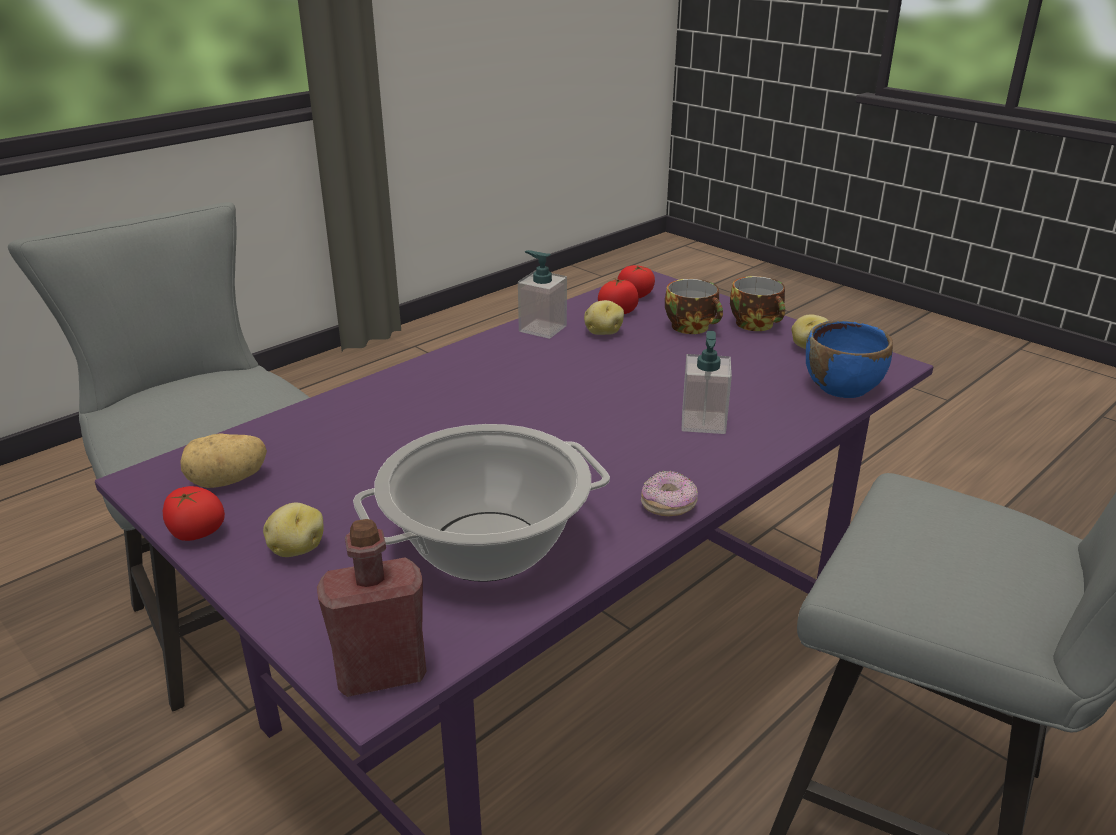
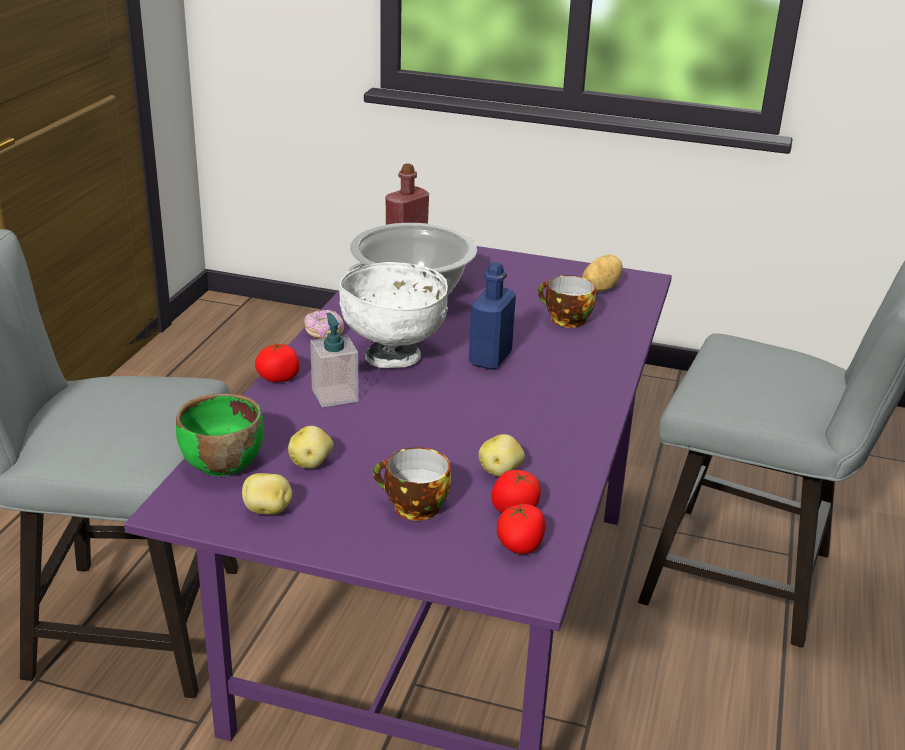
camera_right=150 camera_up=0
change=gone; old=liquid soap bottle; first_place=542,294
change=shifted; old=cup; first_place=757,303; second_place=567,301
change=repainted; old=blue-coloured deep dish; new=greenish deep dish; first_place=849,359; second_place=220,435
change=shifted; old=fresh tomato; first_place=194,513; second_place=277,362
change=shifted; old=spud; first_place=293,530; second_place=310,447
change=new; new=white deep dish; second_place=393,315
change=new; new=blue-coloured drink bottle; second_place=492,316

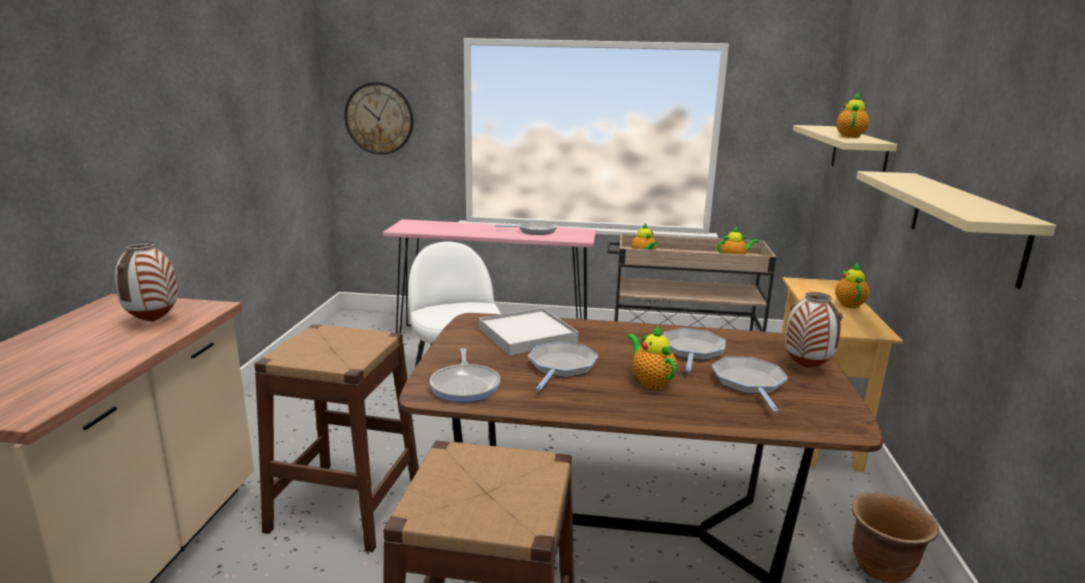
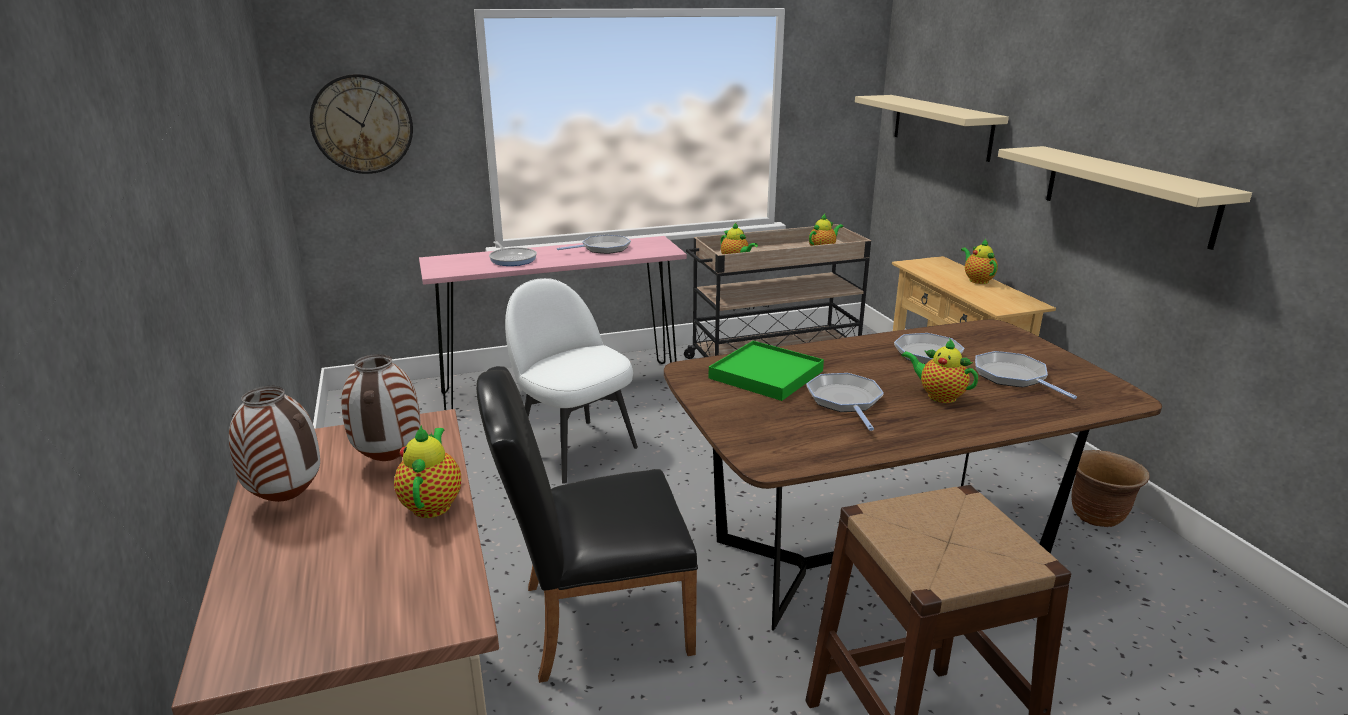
camera_right=-25 camera_up=5
change=shifted; old=pot for tea; first_place=852,115; second_place=427,471
change=shifted; old=vase; first_place=813,330; second_place=274,444
change=repainted; old=white serving tray; new=greenish serving tray; first_place=528,331; second_place=766,371
change=swapped; old=brownish stool; new=blackish upright chair; first_place=336,438; second_place=587,524
change=shifted; old=frying pan; first_place=465,375; second_place=513,253

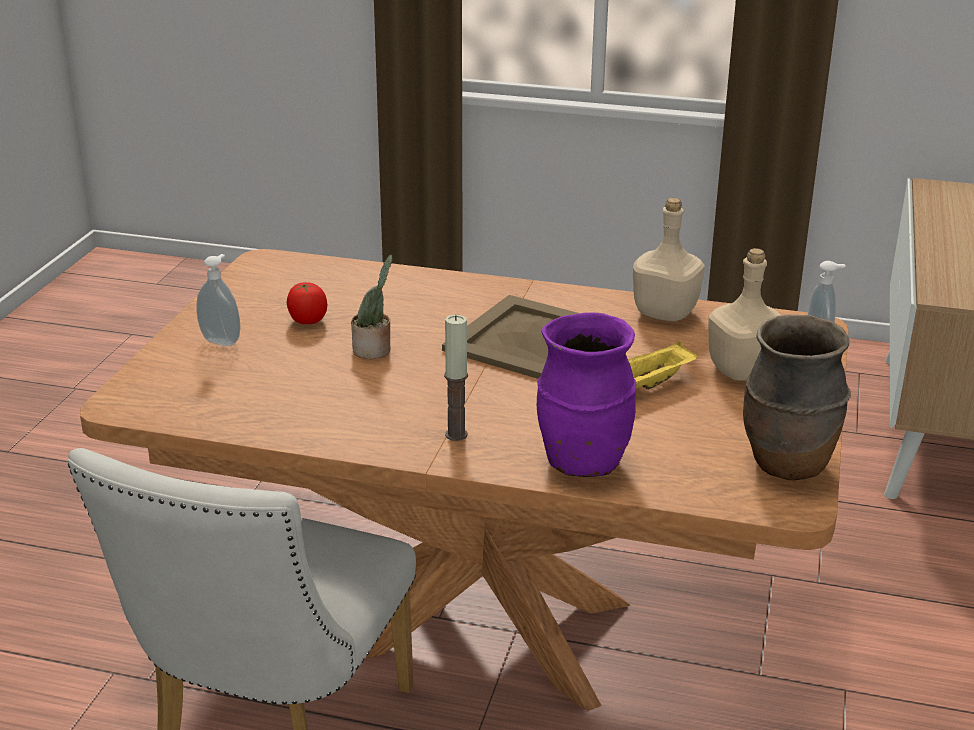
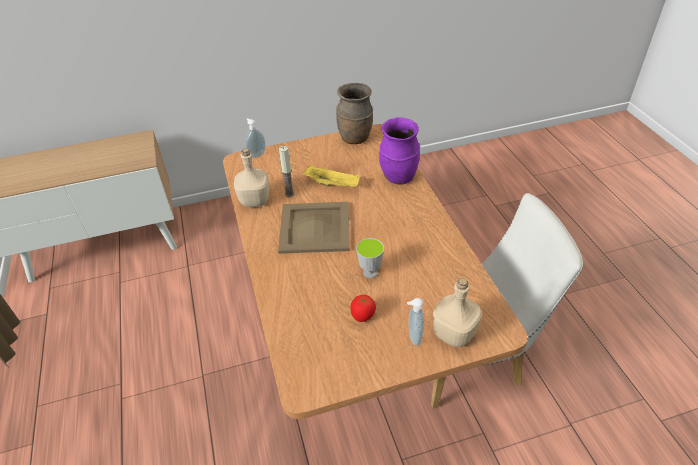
camera_right=-120 camera_up=15
change=shifted; old=beige drink bottle; first_place=744,314; second_place=457,312
change=swapped; old=houseplant; new=cup; first_place=372,307; second_place=370,258
change=shifted; old=candle; first_place=456,377; second_place=287,171

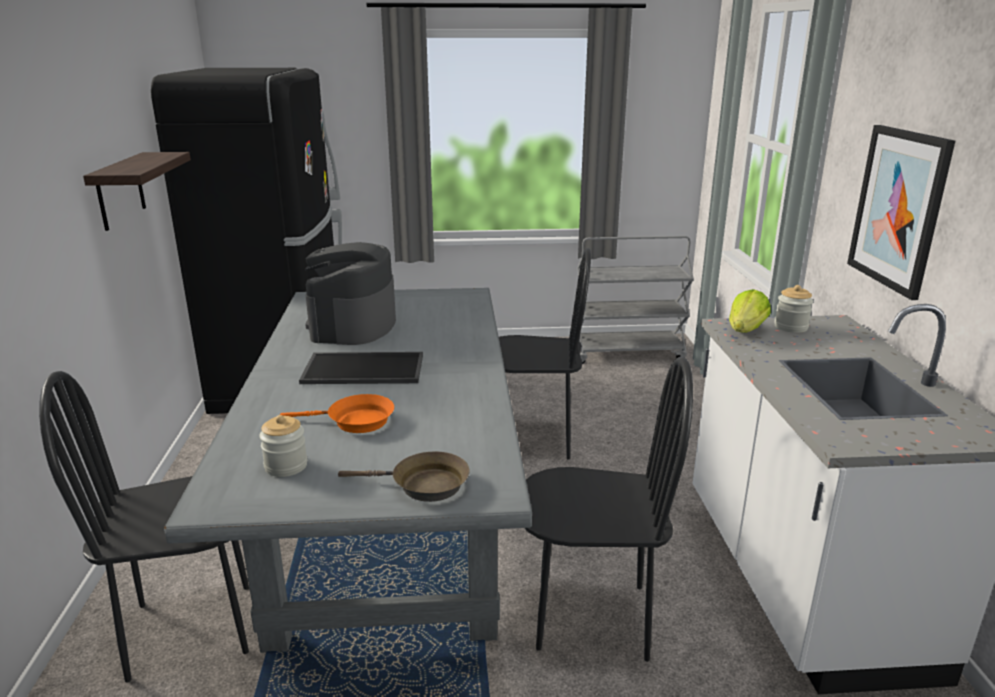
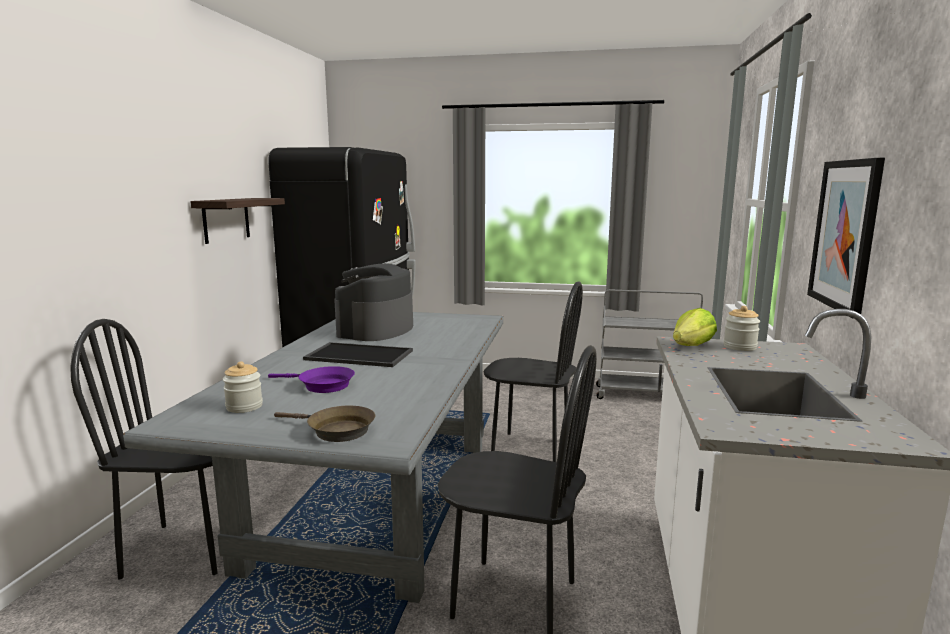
camera_right=15 camera_up=-10
change=repainted; old=orangey frying pan; new=purple-coloured frying pan; first_place=337,413; second_place=311,379

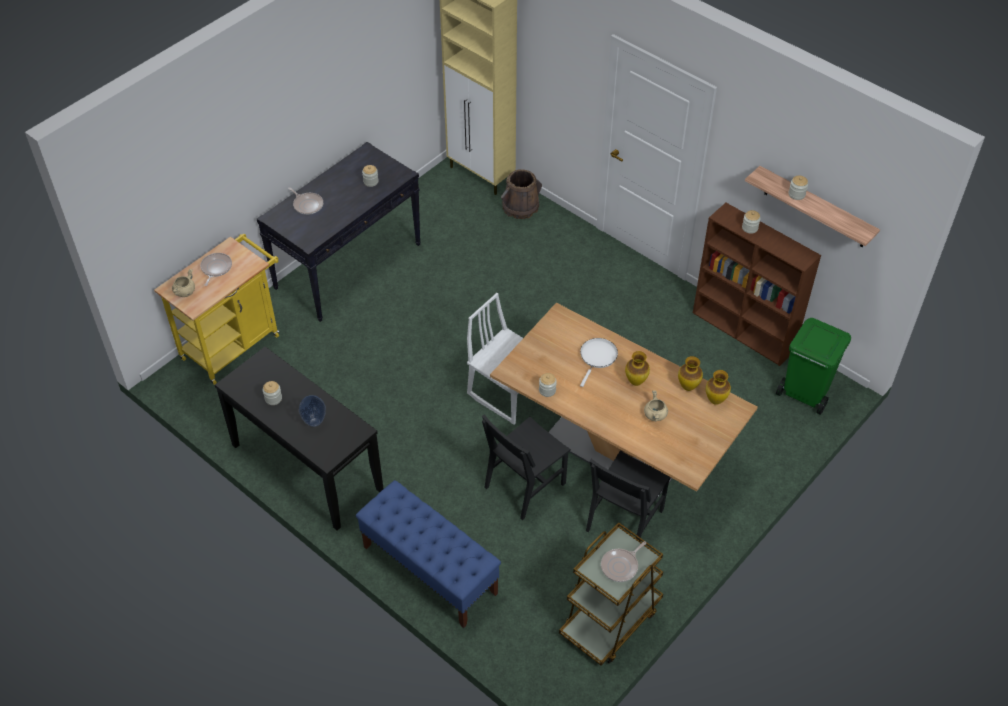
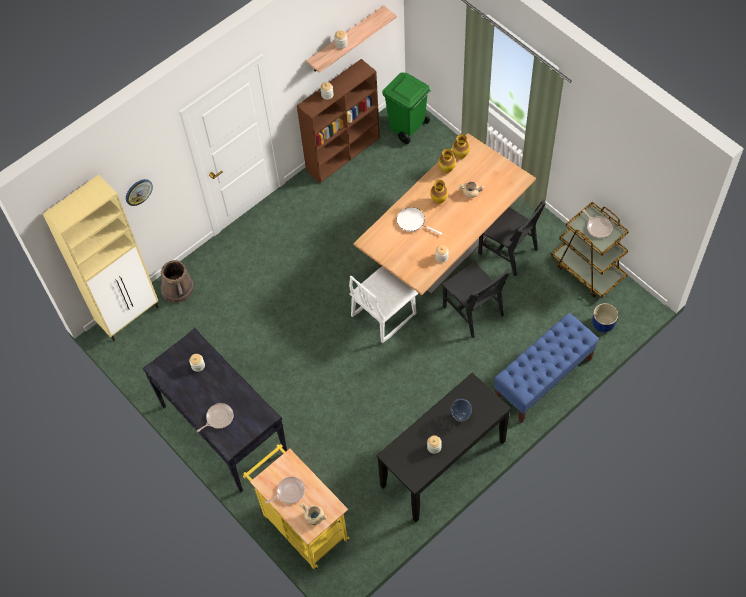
camera_right=-80 camera_up=10
change=rotated; old=frying pan; first_place=216,269; second_place=285,490; degrees=135
change=new; new=clock on the wall; second_place=139,192
change=new; new=blue-coloured plant pot; second_place=605,318

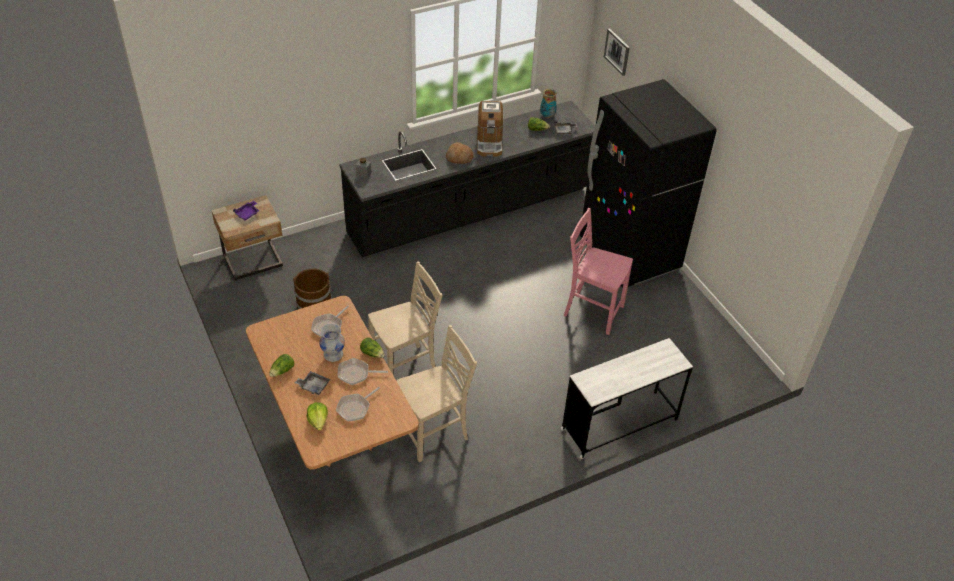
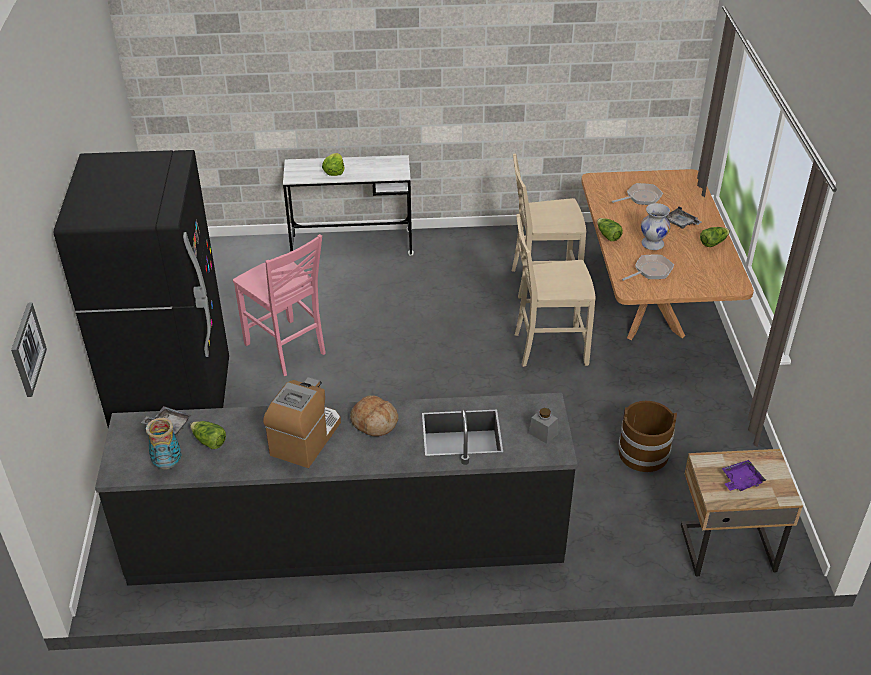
camera_right=-155 camera_up=-5
change=gone; old=frying pan; first_place=363,371
change=shifted; old=lettuce; first_place=317,416; second_place=333,164

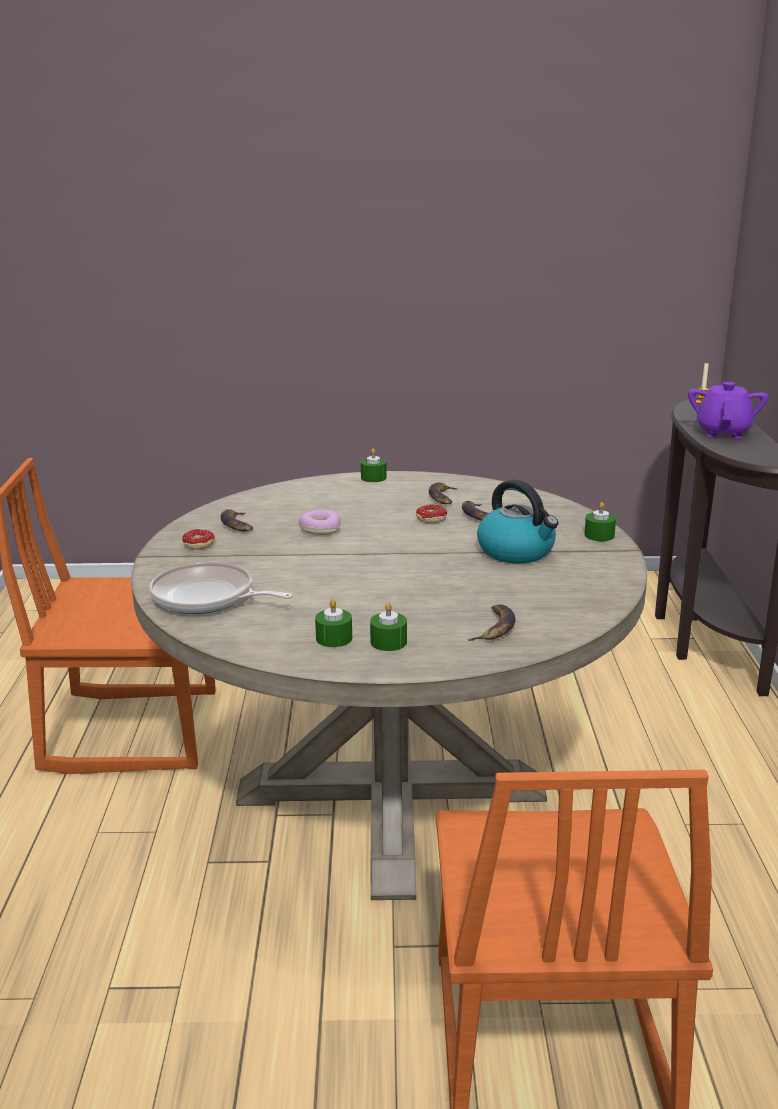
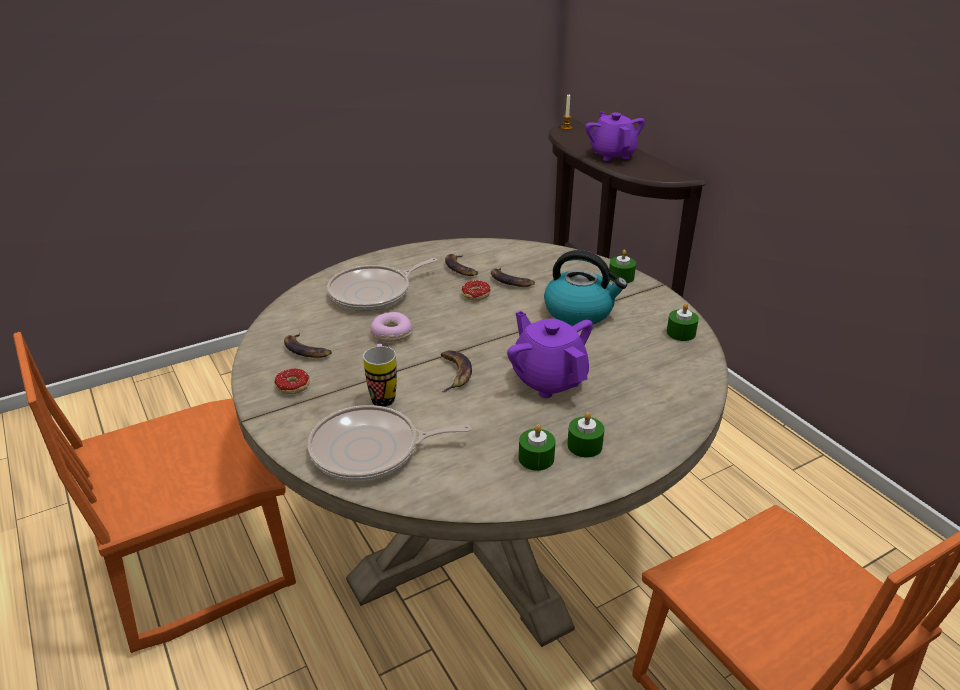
camera_right=-30 camera_up=10
change=shifted; old=greenish candle; first_place=374,465; second_place=683,322
change=shifted; old=banana; first_place=491,622; second_place=456,371
change=new; new=frying pan; second_place=382,284
change=new; new=purple-coloured pot for tea; second_place=550,354
change=new; new=coffee mug; second_place=380,375

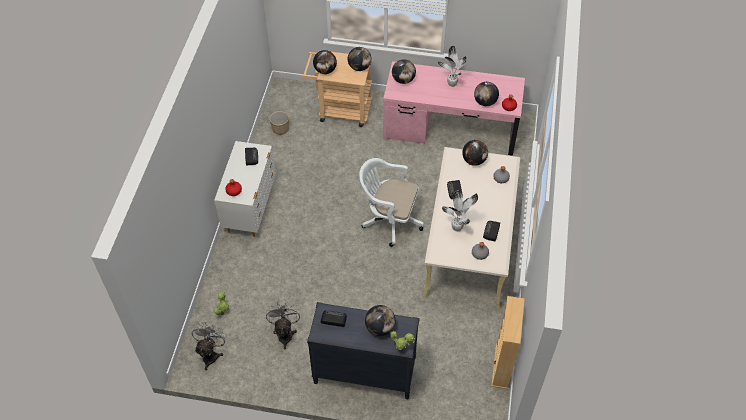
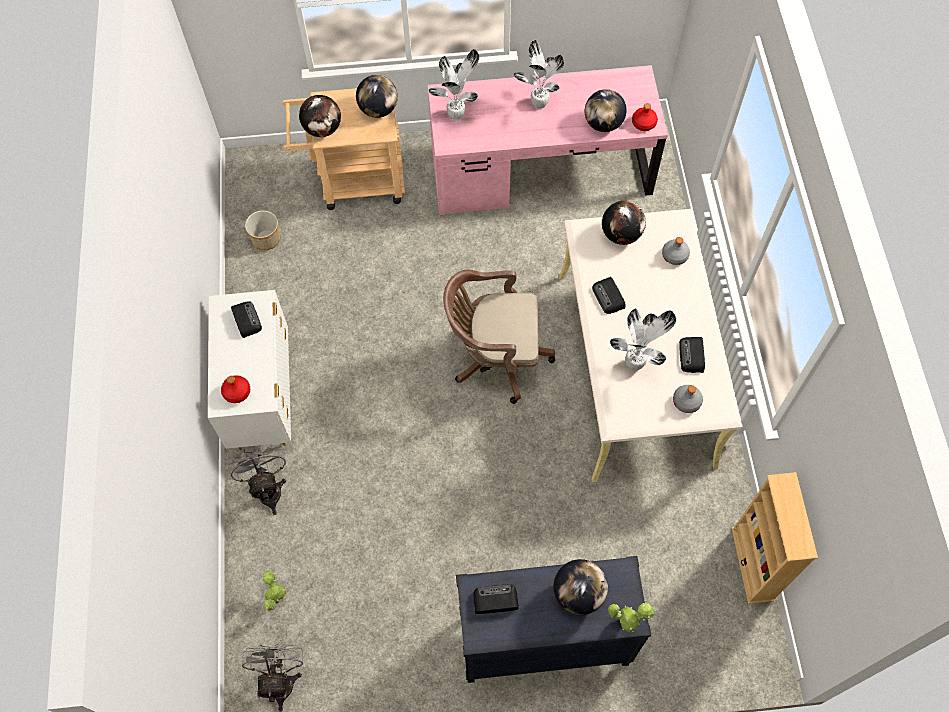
camera_right=-15 camera_up=10
change=swapped; old=world globe; new=houseplant; first_place=404,71; second_place=454,85
change=repainted; old=white desk chair; new=brownish desk chair; first_place=391,202; second_place=499,337
change=shifted; old=grey fan; first_place=283,325; second_place=257,480

